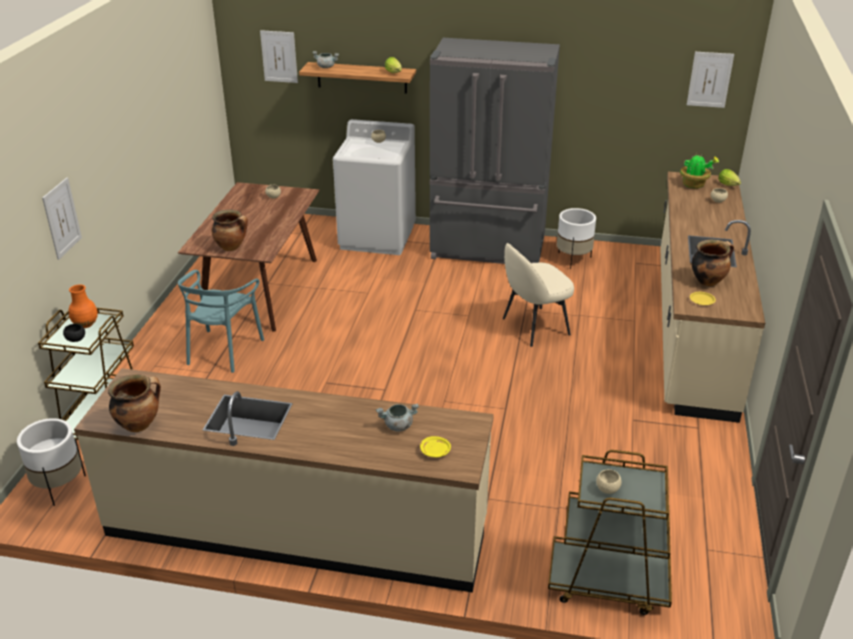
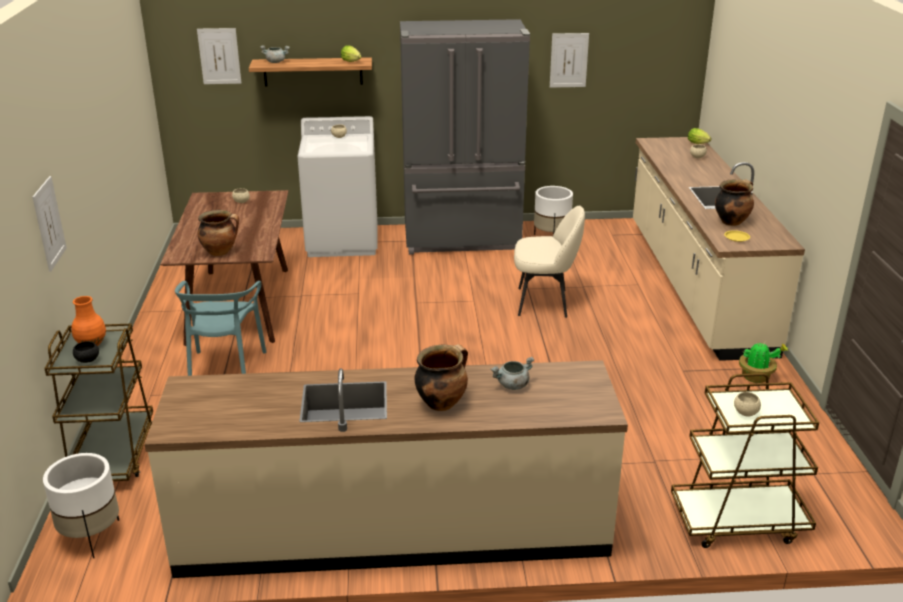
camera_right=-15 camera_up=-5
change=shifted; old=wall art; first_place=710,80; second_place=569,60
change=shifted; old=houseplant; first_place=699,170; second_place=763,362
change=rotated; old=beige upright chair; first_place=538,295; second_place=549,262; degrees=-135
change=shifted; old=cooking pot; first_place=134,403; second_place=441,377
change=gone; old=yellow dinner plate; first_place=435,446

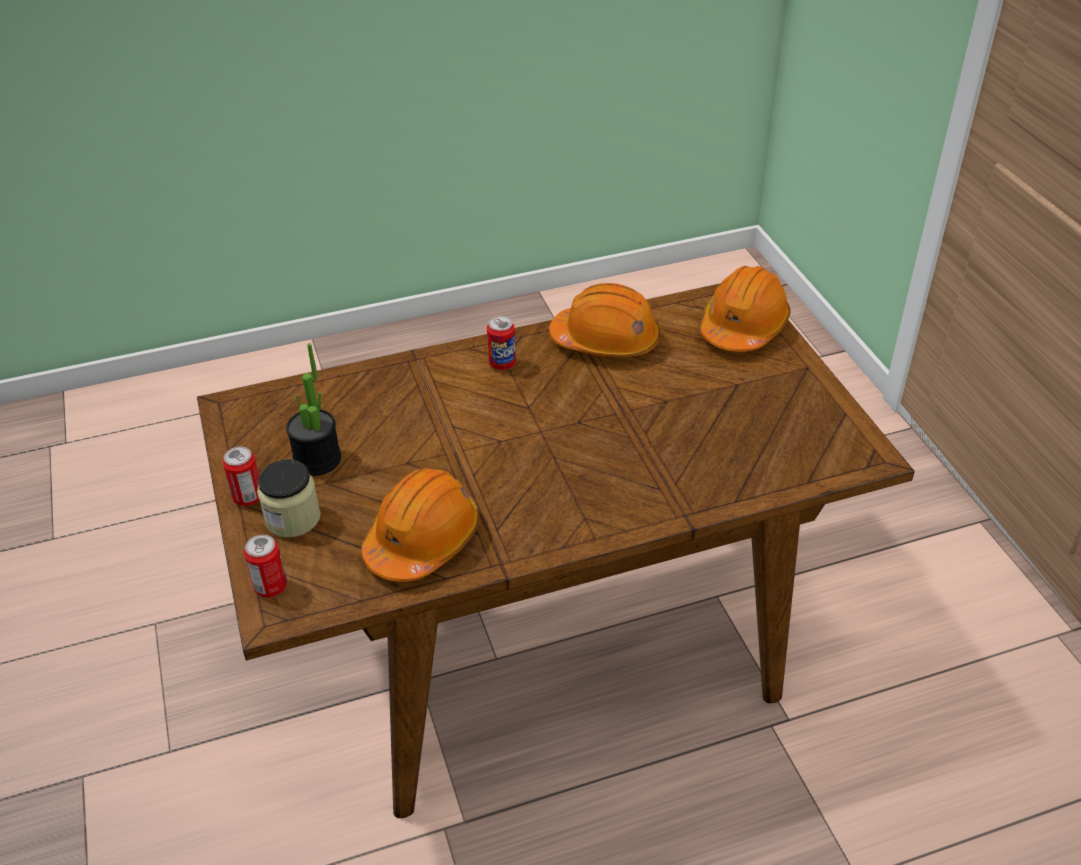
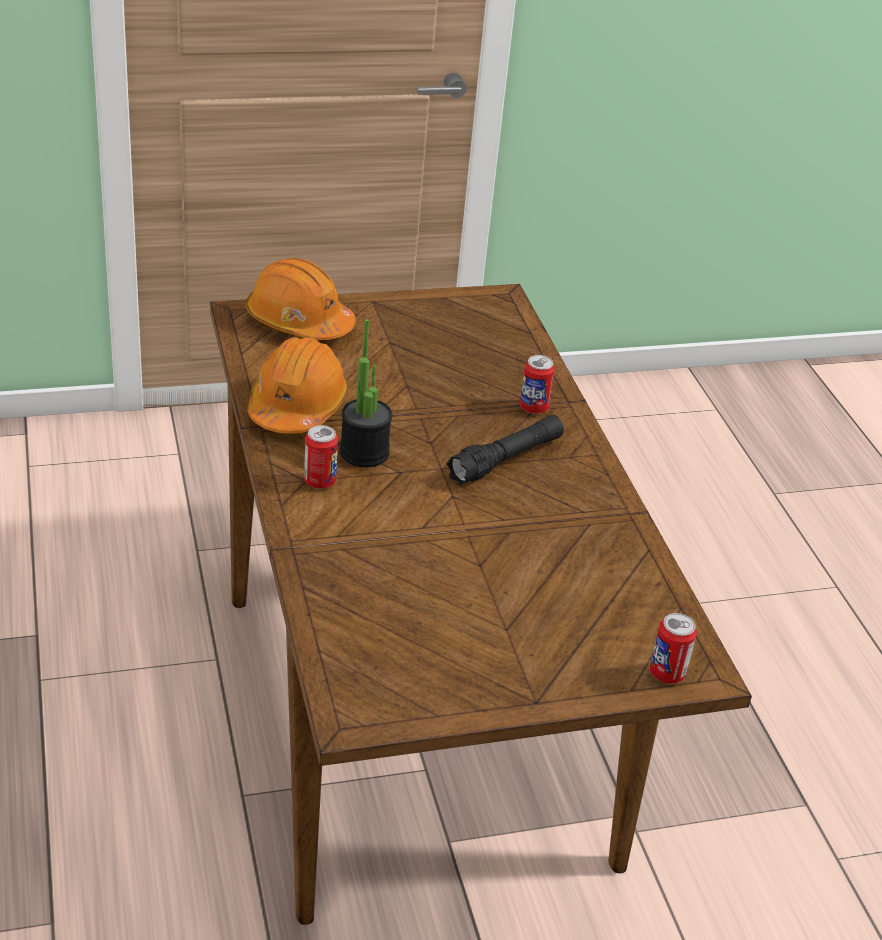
camera_right=-90 camera_up=-5
change=shifted; old=houseplant; first_place=313,409; second_place=366,393
change=shifted; old=metal can; first_place=241,476; second_place=537,384
change=gone; old=storage jar; first_place=289,498
change=gone; old=orangey work helmet; first_place=420,525
change=new; new=blackish hand torch; second_place=505,450

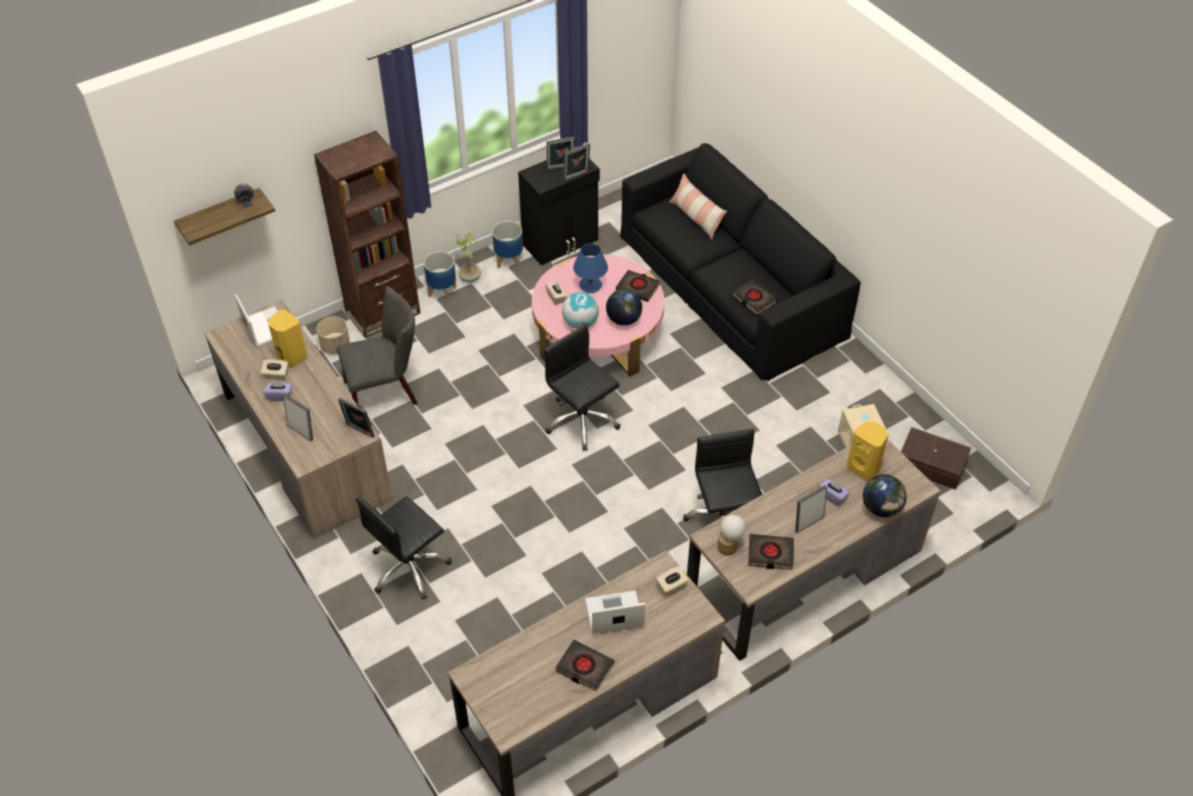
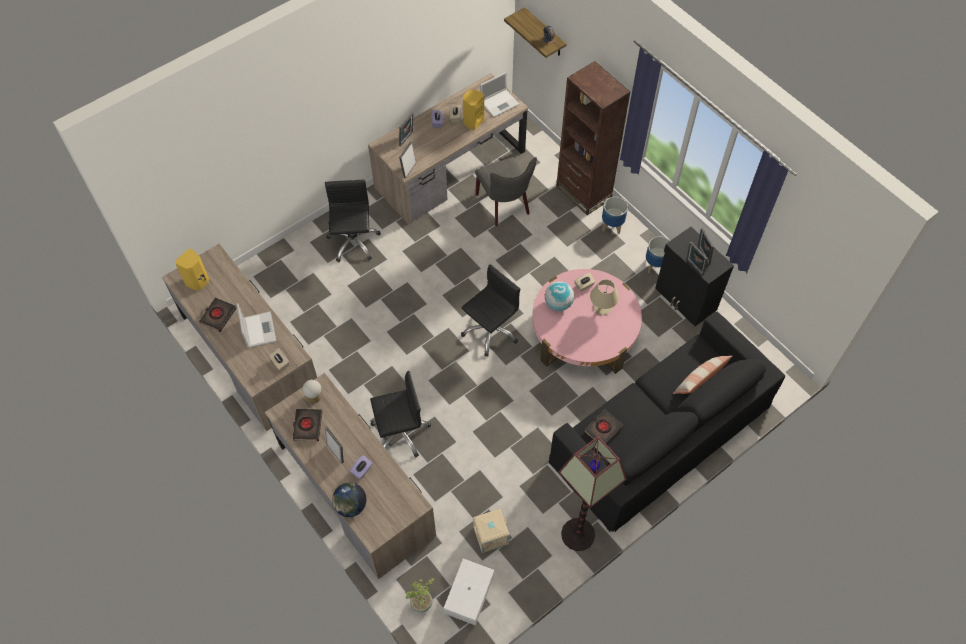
camera_right=85 camera_up=10
change=shifted; old=houseplant; first_place=469,257; second_place=420,595
change=repainted; old=blue-coloured table lamp; new=beige table lamp; first_place=590,268; second_place=604,297
change=gone; old=blackish bound book; first_place=638,286
change=gone; old=world globe; first_place=624,307
change=gone; old=beige plant pot; first_place=333,335
change=shifted; old=yellow loudspeaker; first_place=868,451; second_place=192,270
change=repainted; old=brownish storage box; new=white storage box; first_place=936,458; second_place=469,592
change=rotated; old=blackish desk chair; first_place=404,548; second_place=353,221; degrees=45
change=new; new=floor lamp; second_place=593,493

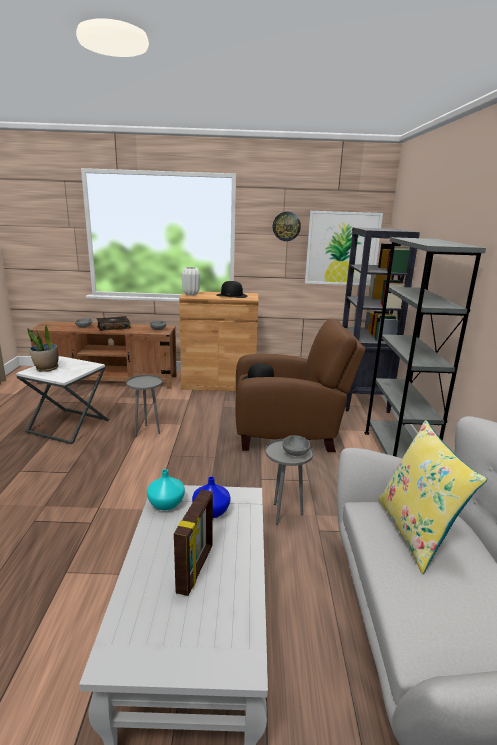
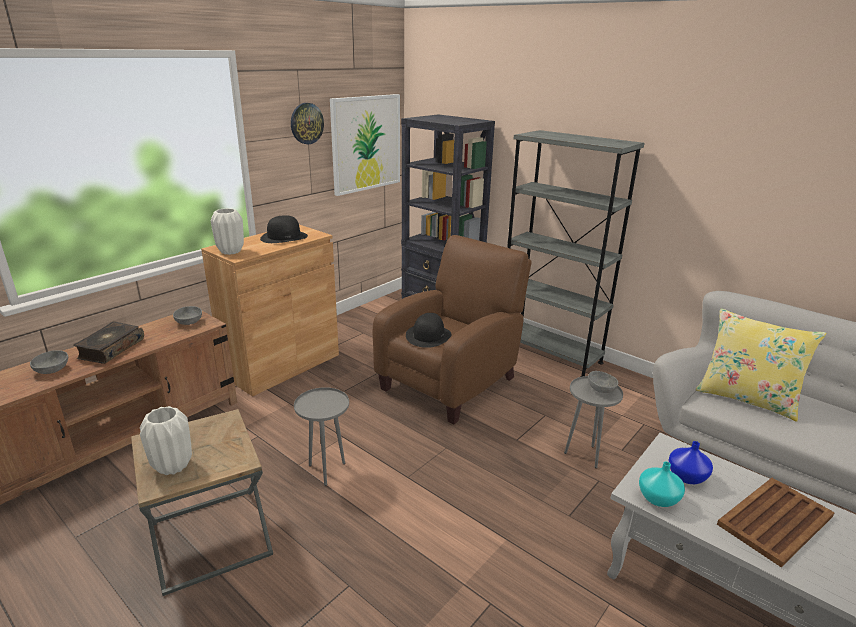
camera_right=-50 camera_up=5
change=swapped; old=houseplant; new=white vase; first_place=42,348; second_place=166,440
change=repainted; old=white end table; new=brownish end table; first_place=63,400; second_place=202,502
change=swapped; old=picture frame; new=brownish serving tray; first_place=193,542; second_place=776,522

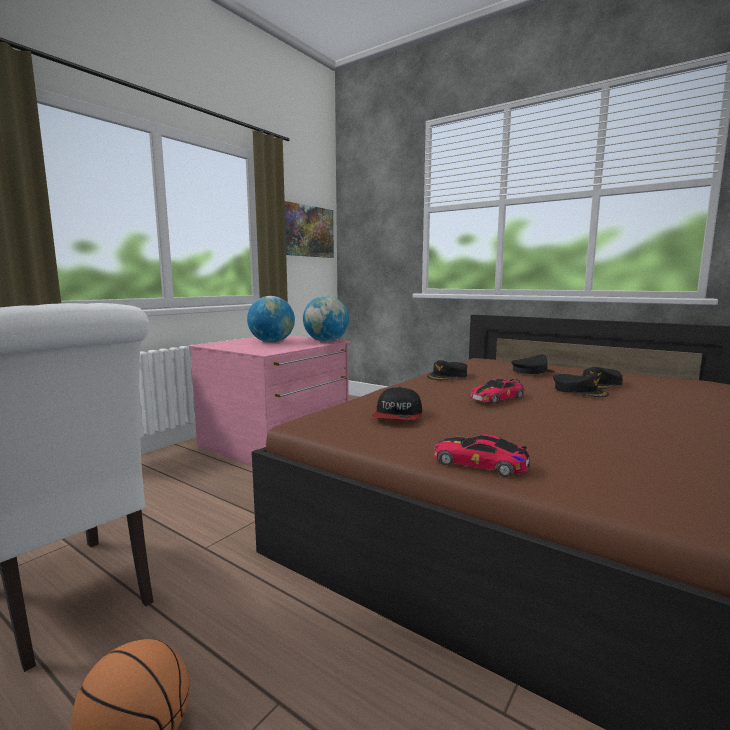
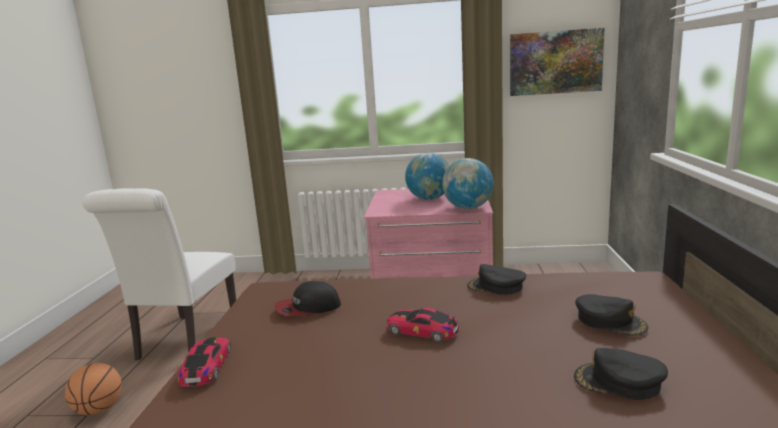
camera_right=60 camera_up=5
change=gone; old=blackish cap; first_place=581,385

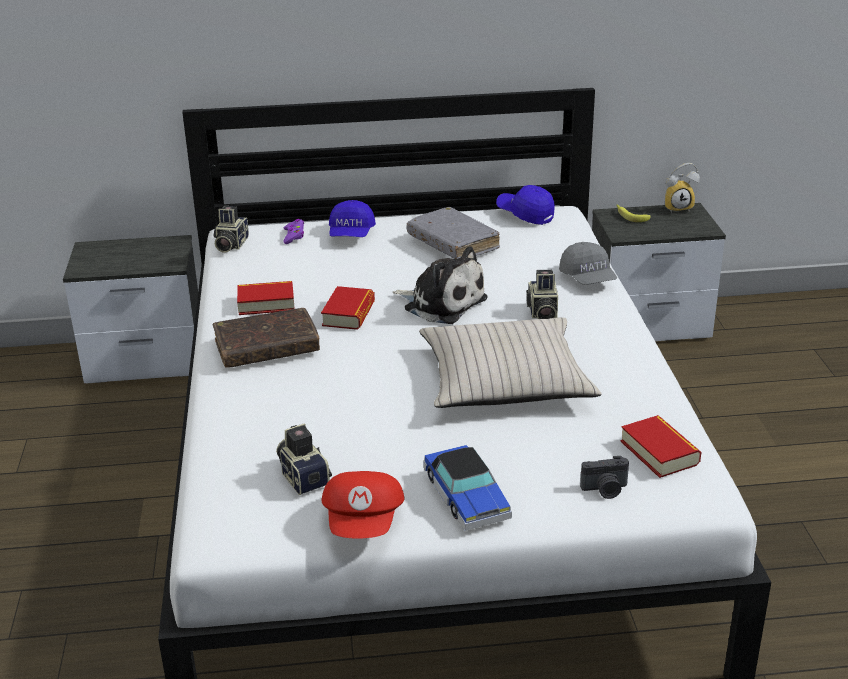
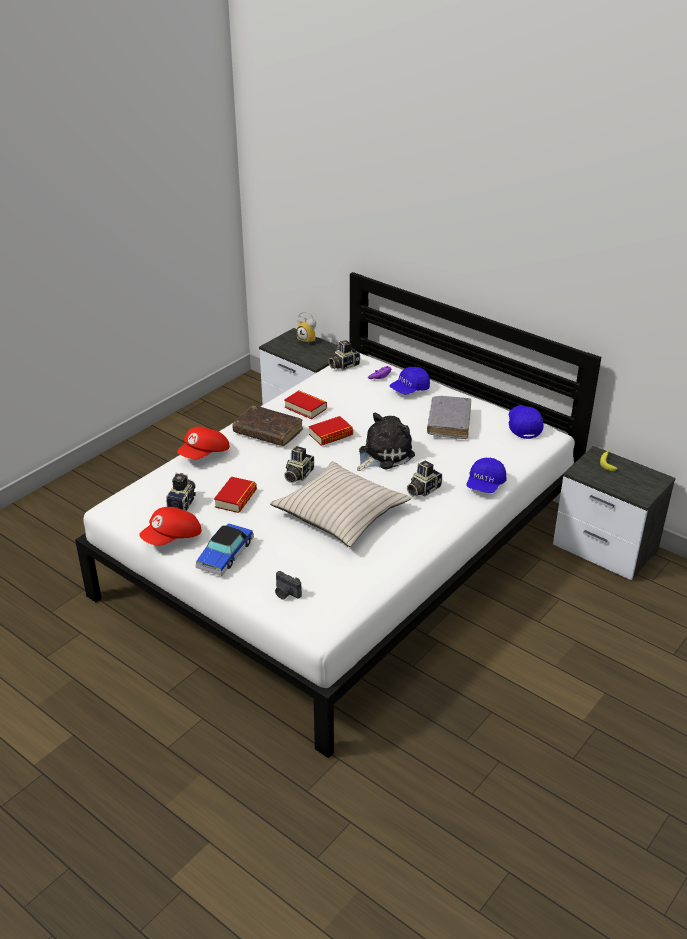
camera_right=45 camera_up=5
change=shifted; old=alarm clock; first_place=682,188; second_place=306,327
change=repainted; old=grey cap; new=blue-coloured cap; first_place=588,263; second_place=486,475
change=rotated; old=cuddly toy; first_place=440,285; second_place=386,442; degrees=-120
change=shifted; old=bound book; first_place=660,446; second_place=235,495
change=new; new=reddish cap; second_place=203,443
change=new; new=still camera; second_place=299,464

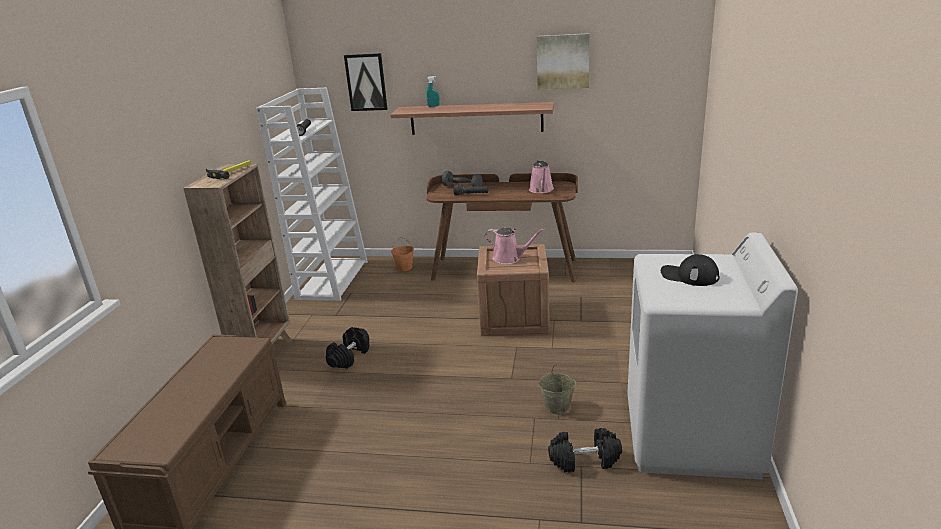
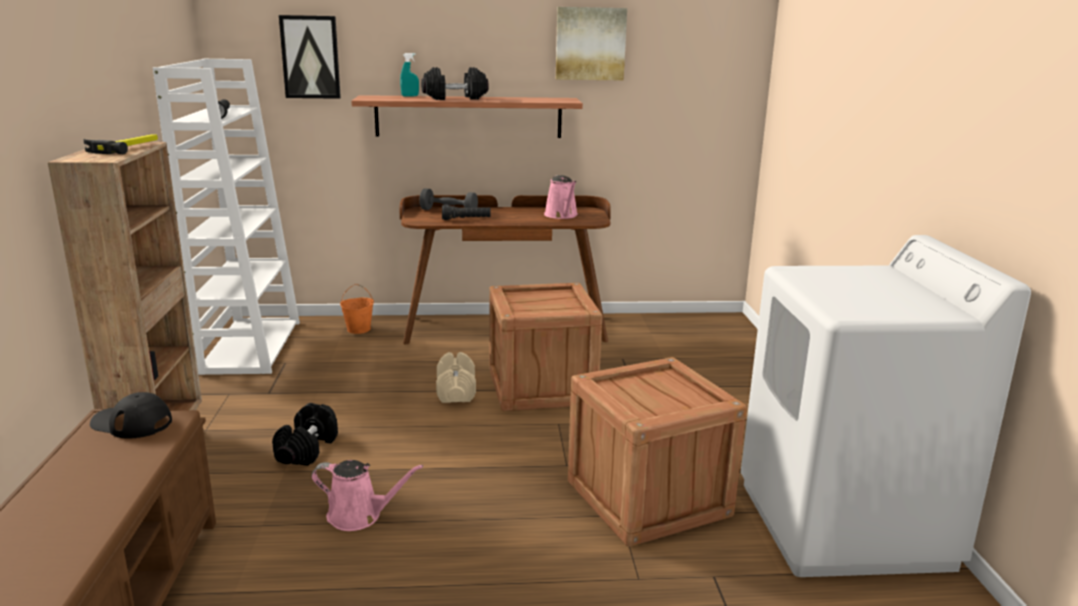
camera_right=-15 camera_up=-5
change=shifted; old=pink-coloured watering can; first_place=515,246; second_place=367,495
change=shifted; old=blackish cap; first_place=690,270; second_place=131,415
change=swapped; old=beige pail; new=shipping crate; first_place=557,389; second_place=657,452
change=shifted; old=blackish dumbbell; first_place=585,450; second_place=455,83
change=new; new=beige dumbbell; second_place=456,377

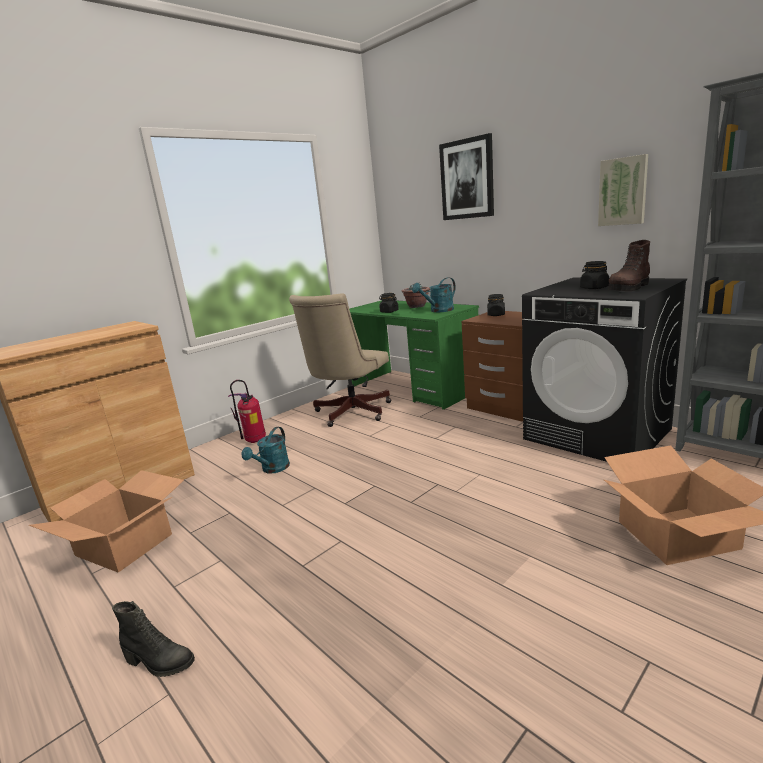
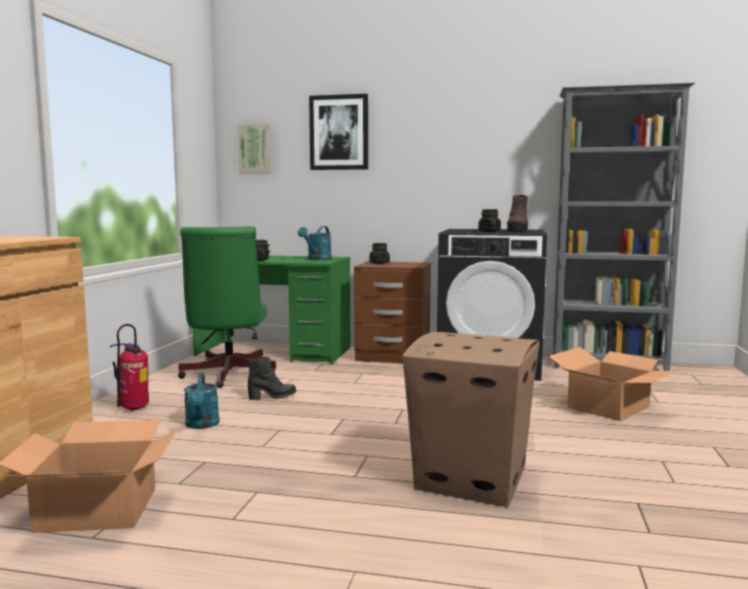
camera_right=-35 camera_up=-10
change=shifted; old=wall art; first_place=623,190; second_place=255,149
change=gone; old=houseplant; first_place=415,296
change=repainted; old=beige desk chair; new=greenish desk chair; first_place=340,360; second_place=227,307
change=shifted; old=blackish tall boot; first_place=153,639; second_place=271,378
change=new; new=cardboard box; second_place=471,419

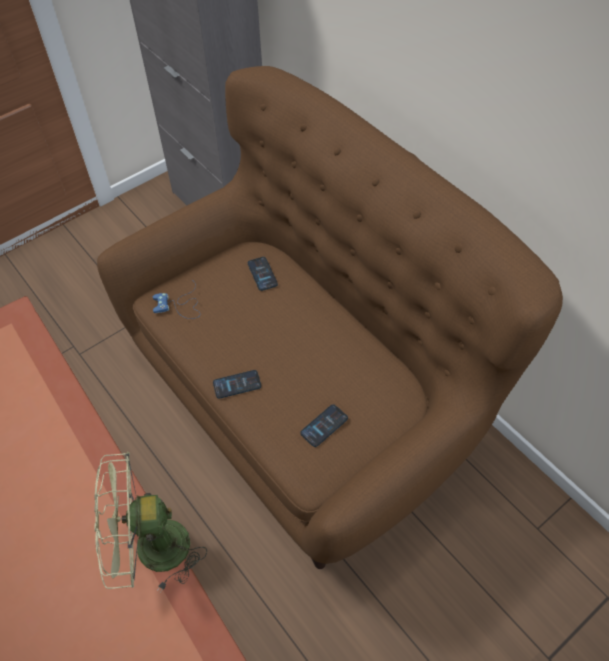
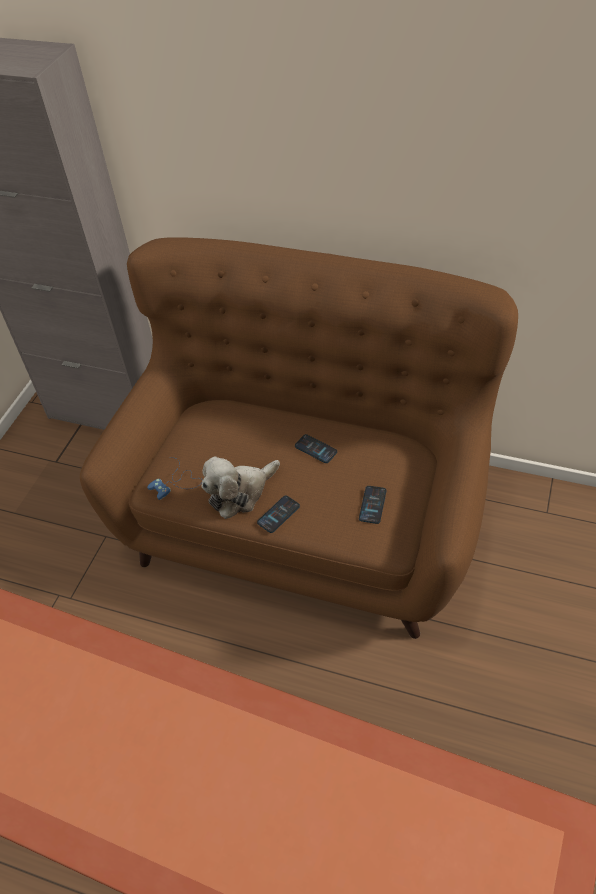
camera_right=-30 camera_up=-5
change=shifted; old=phone; first_place=263,274; second_place=316,448
change=gone; old=greenish fan; first_place=150,521
change=new; new=cuddly toy; second_place=241,487

